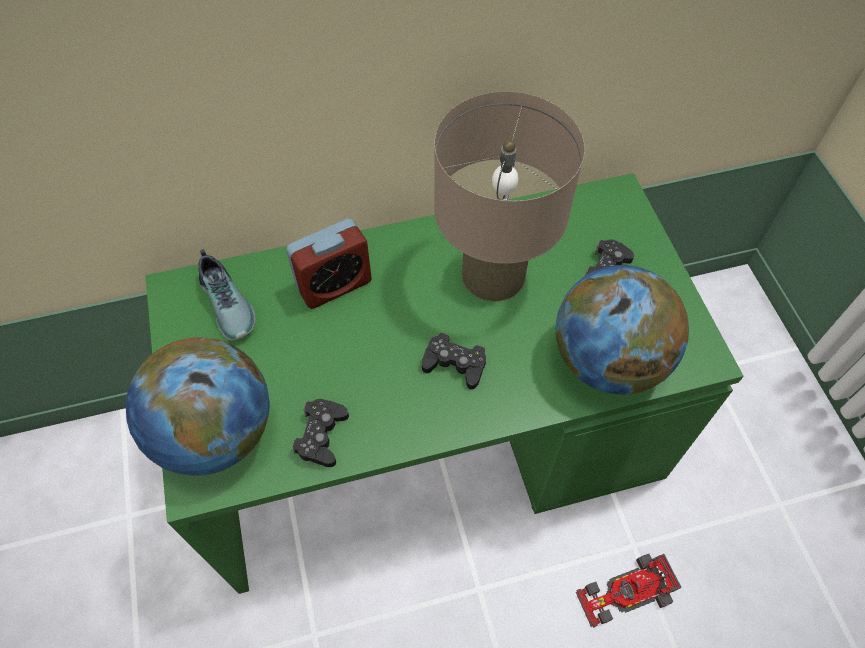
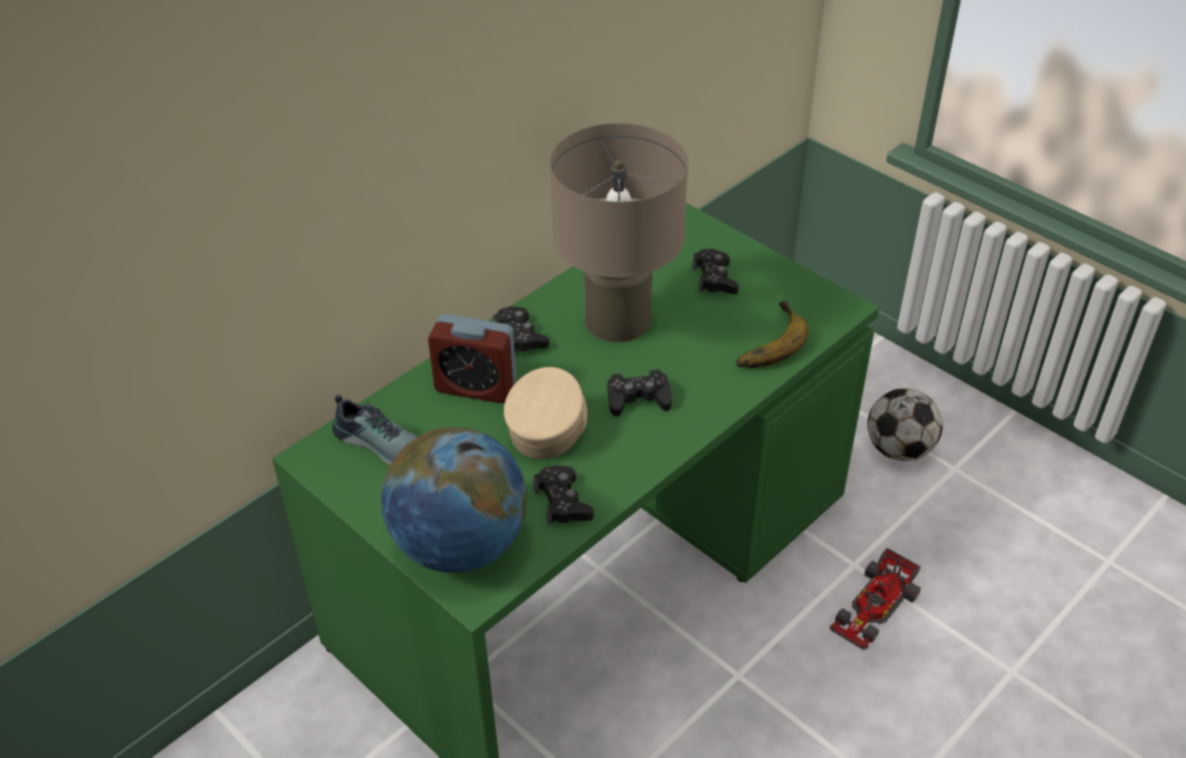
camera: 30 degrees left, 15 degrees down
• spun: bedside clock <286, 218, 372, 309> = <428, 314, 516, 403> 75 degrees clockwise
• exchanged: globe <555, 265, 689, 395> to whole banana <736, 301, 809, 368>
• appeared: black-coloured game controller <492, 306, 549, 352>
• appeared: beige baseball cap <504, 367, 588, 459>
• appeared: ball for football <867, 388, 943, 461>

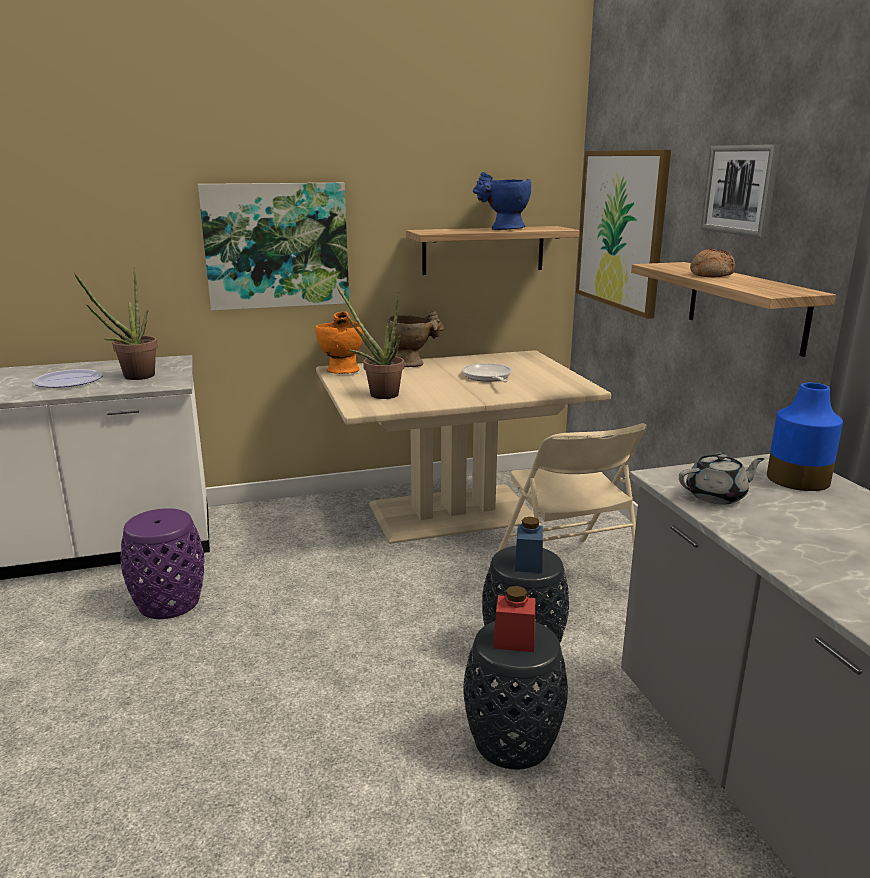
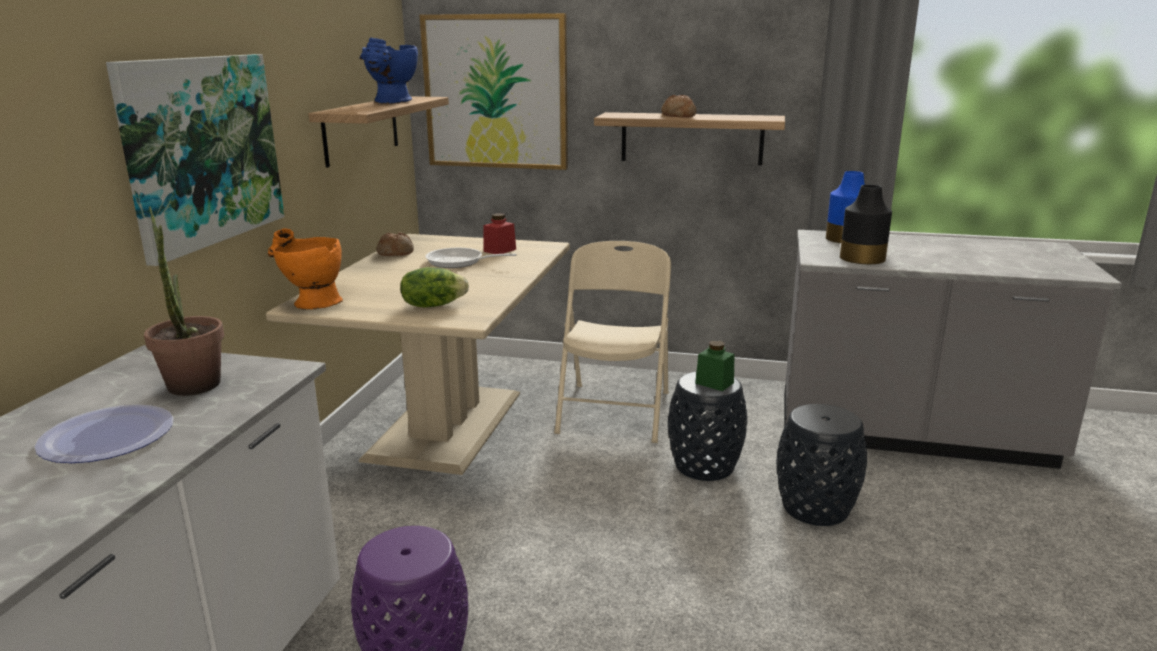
camera: 60 degrees left, 0 degrees up
• exchanged: plant in a pot <336, 286, 404, 399> to lettuce head <400, 267, 469, 308>
• missing: beige flower vase <387, 311, 445, 367>
• relocated: red jar <493, 586, 535, 652> to <483, 213, 516, 254>
• spun: beige upright chair <497, 423, 647, 613> = <554, 241, 671, 443> 90 degrees counterclockwise
• colour: blue-coloured jar <515, 517, 543, 573> to green-coloured jar <695, 340, 734, 391>
• exchanged: grey tea pot <679, 453, 764, 505> to black-coloured flower vase <840, 184, 892, 264>
• missing: picture <701, 144, 780, 238>
• appeared: bread <377, 232, 414, 256>

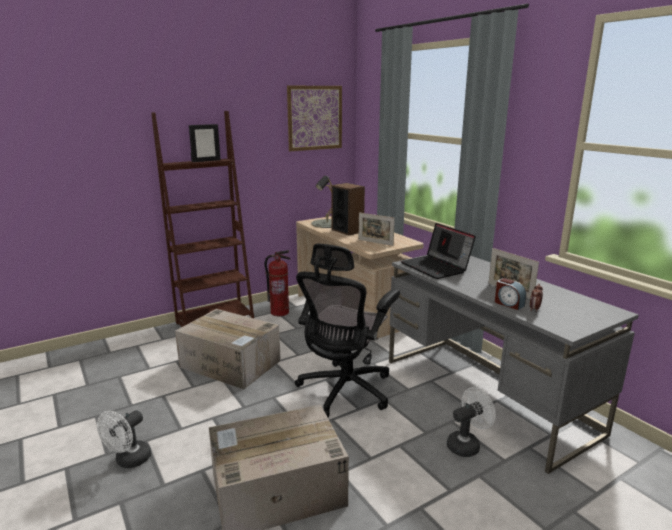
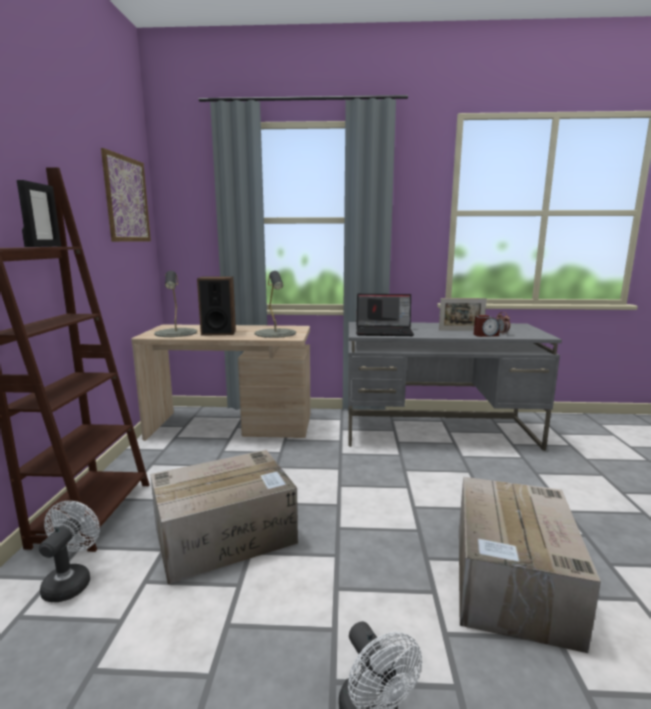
camera: 55 degrees left, 5 degrees down
• missing: fire-fighting cylinder <265, 250, 291, 316>
• missing: office chair <295, 244, 400, 418>
• exchanged: standing frame <359, 212, 395, 246> to grey lamp for a table <255, 271, 296, 338>
• relocated: white electric fan <447, 387, 496, 457> to <39, 501, 100, 602>

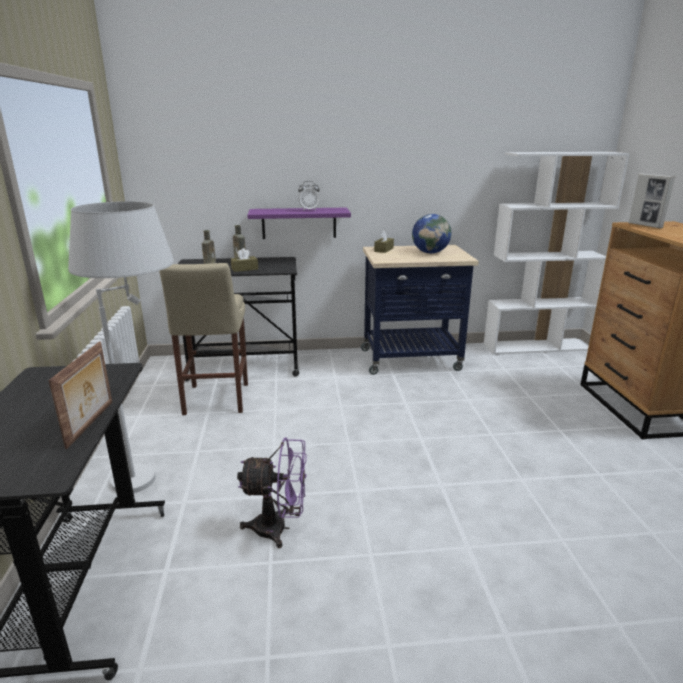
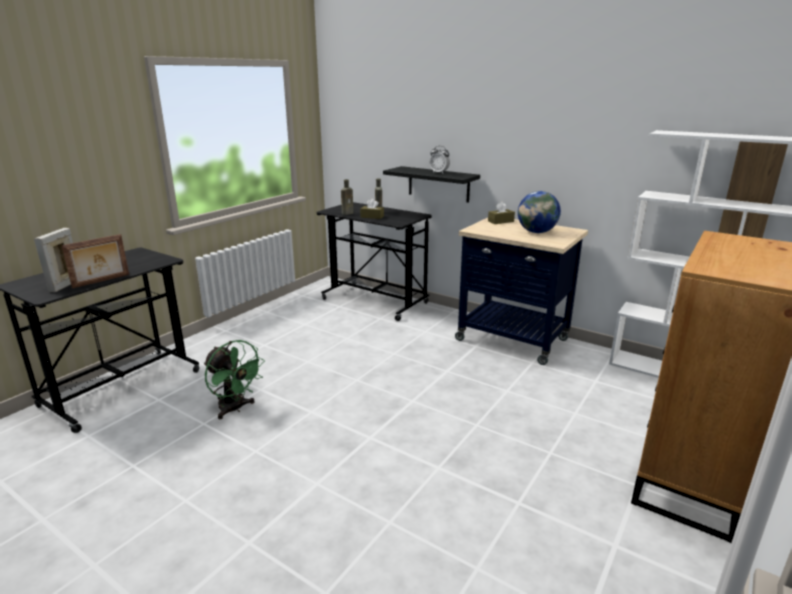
camera: 40 degrees right, 0 degrees up
• missing: white standing lamp <68, 201, 174, 493>
• missing: beige stool seat <159, 263, 248, 415>
• colour: purple electric fan <237, 437, 307, 548> to green-coloured electric fan <204, 340, 265, 419>
• colour: purple wall shelf <247, 208, 351, 239> to black-coloured wall shelf <383, 166, 480, 203>
• relocated: standing frame <628, 173, 675, 228> to <34, 228, 73, 292>

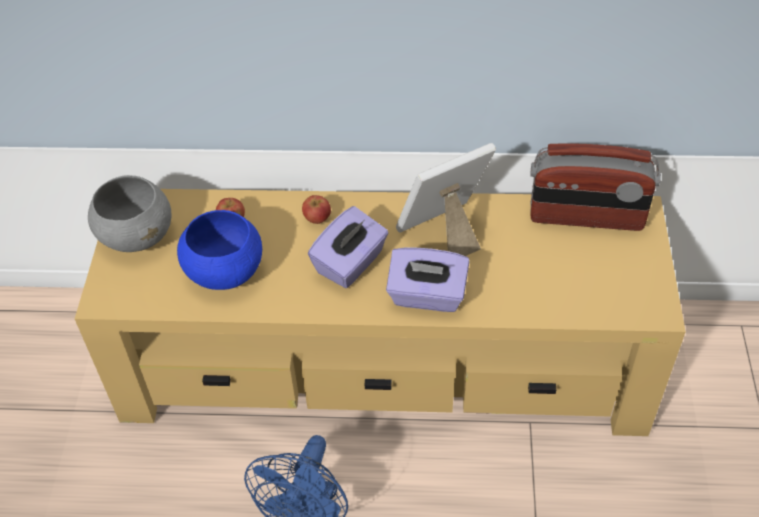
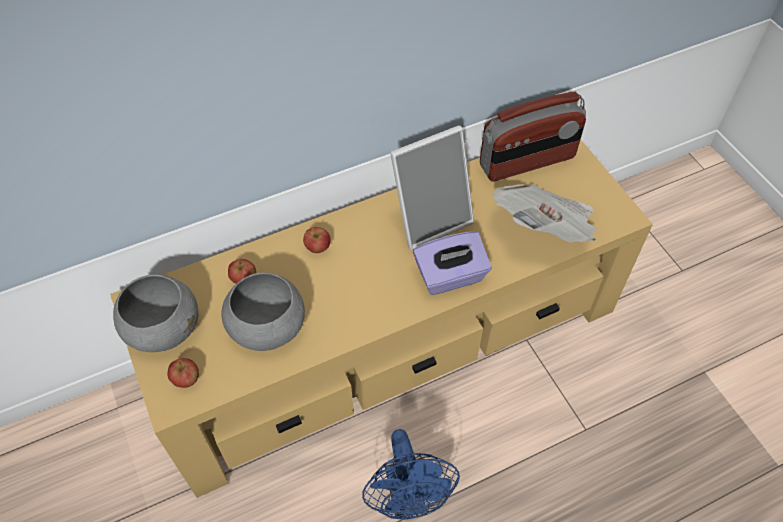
camera: 30 degrees left, 5 degrees up
• colour: blue-coloured serving bowl <177, 210, 262, 290> to grey serving bowl <221, 272, 305, 351>
• missing: purple tissue box <308, 206, 388, 288>
• spun: standing frame <396, 143, 496, 256> = <390, 125, 474, 250> 150 degrees counterclockwise
• appeared: whole apple <167, 358, 199, 388>
• appeared: printed paper <494, 184, 597, 243>

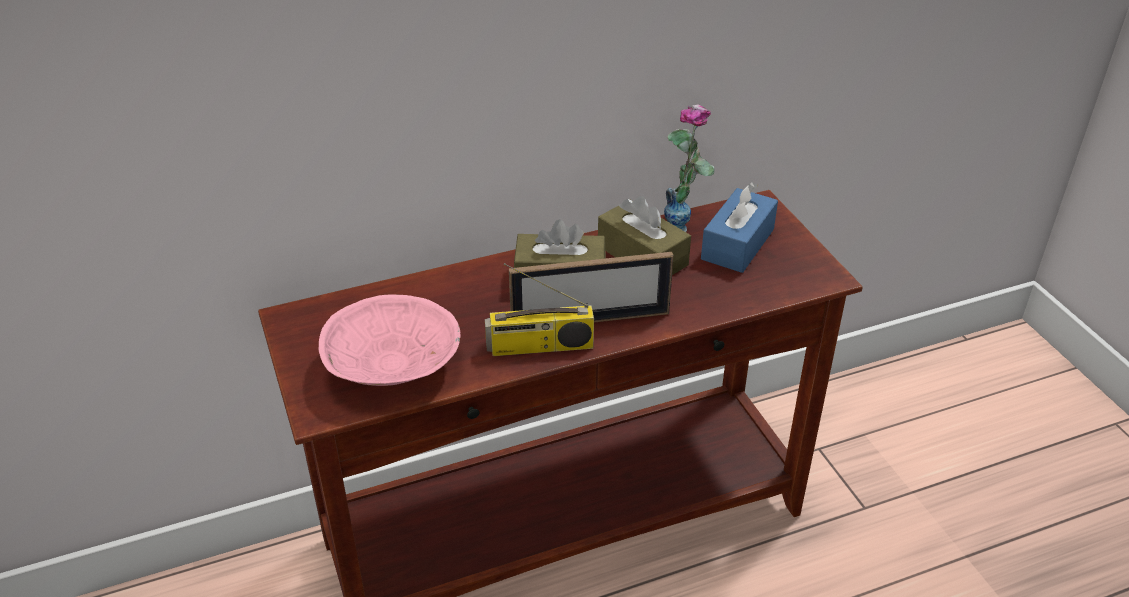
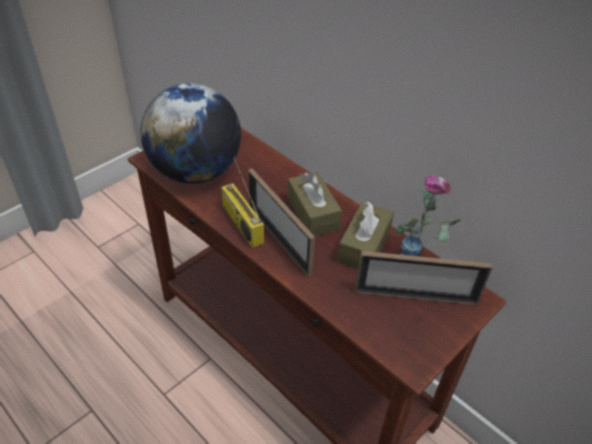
camera: 65 degrees right, 5 degrees up
• exchanged: pink-coloured serving bowl <319, 294, 460, 386> to globe <141, 83, 241, 184>
• exchanged: blue-coloured tissue box <701, 182, 778, 273> to standing frame <355, 251, 493, 305>

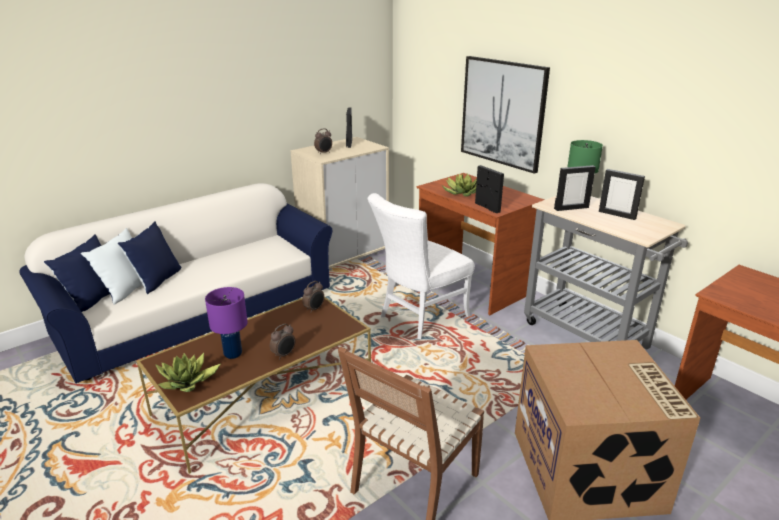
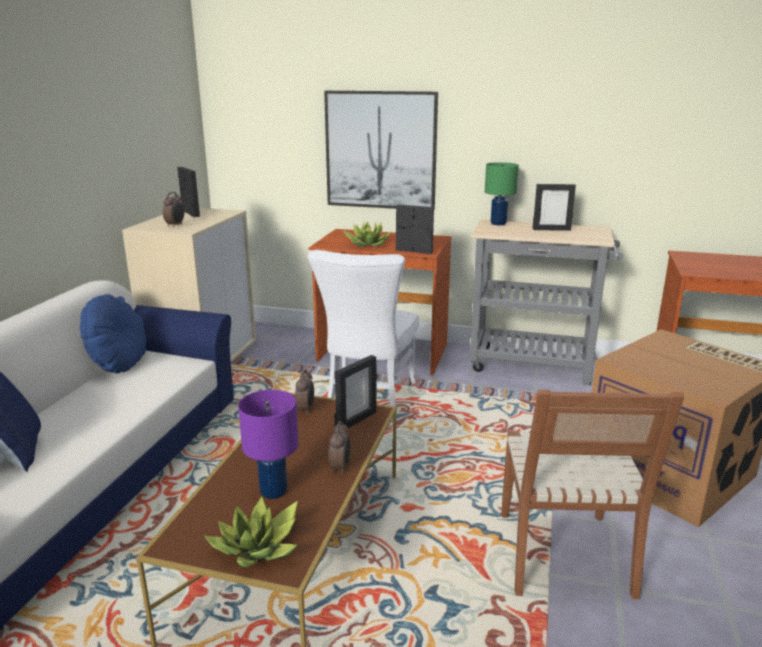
camera: 35 degrees left, 5 degrees down
• relocated: standing frame <554, 165, 596, 211> to <334, 355, 377, 428>
• appeared: blue-coloured throw pillow <80, 294, 146, 373>

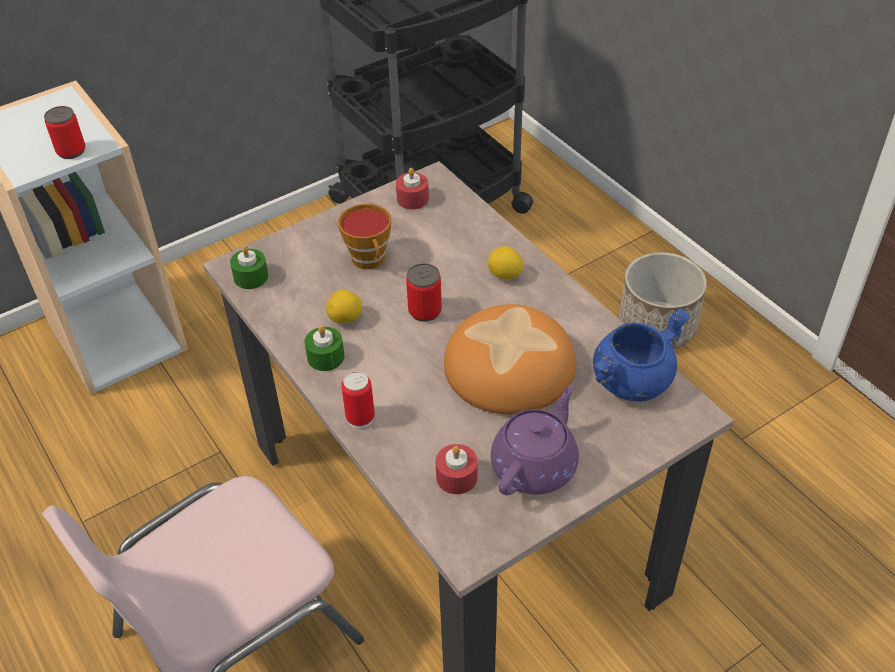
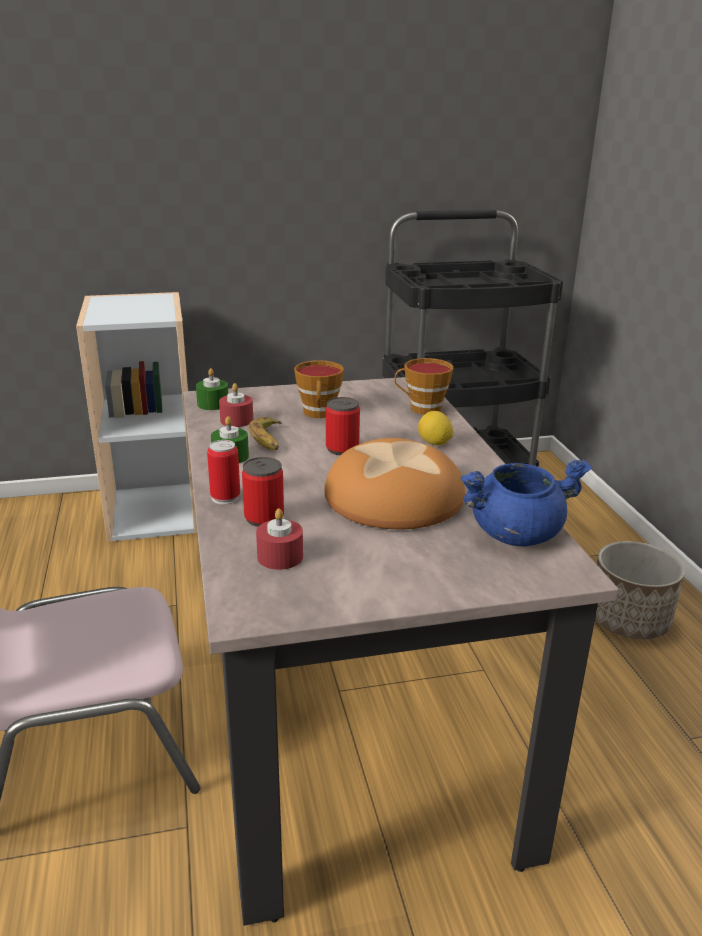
camera: 20 degrees right, 20 degrees down
• relocated: sealed can <44, 106, 85, 159> to <242, 457, 284, 527>
• exchanged: whole lemon <326, 290, 362, 324> to whole banana <249, 417, 282, 450>
• relocated: red wax candle <396, 168, 429, 209> to <219, 383, 253, 427>
• missing: purple tea pot <491, 385, 579, 495>
• appeared: drinking cup <394, 358, 454, 415>

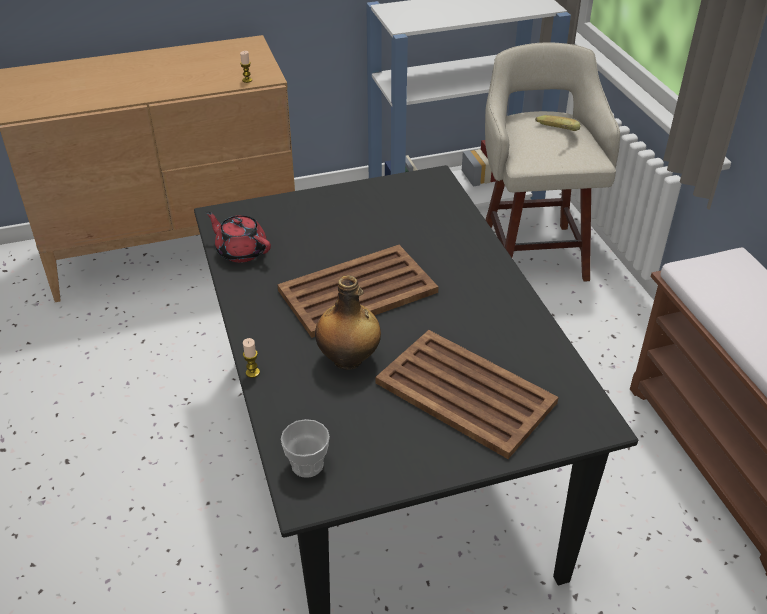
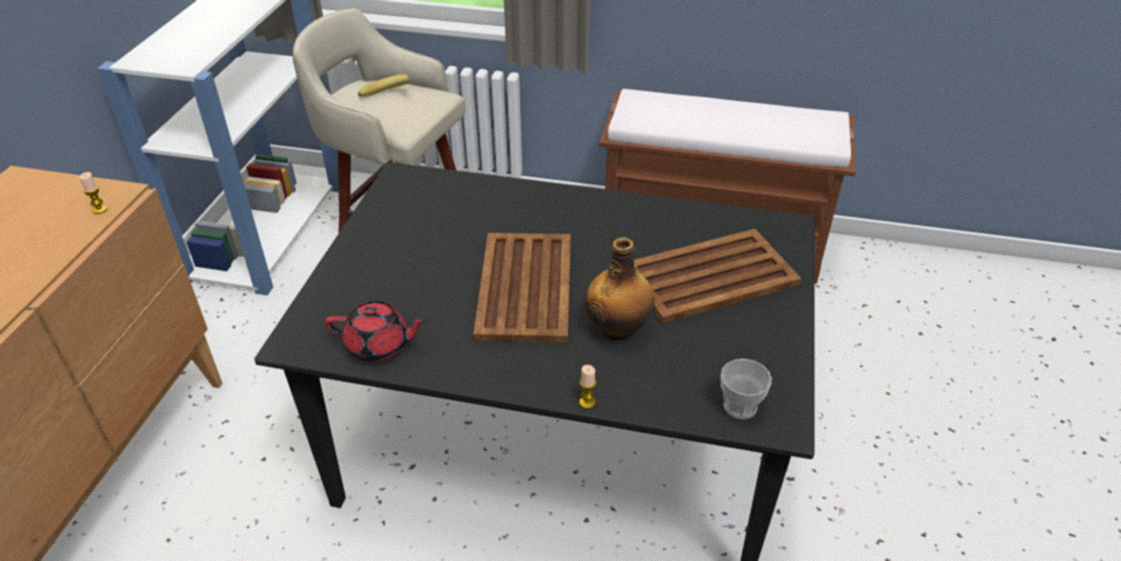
camera: 60 degrees left, 0 degrees up
• spun: red tea pot <206, 211, 271, 262> = <325, 301, 428, 362> 150 degrees counterclockwise

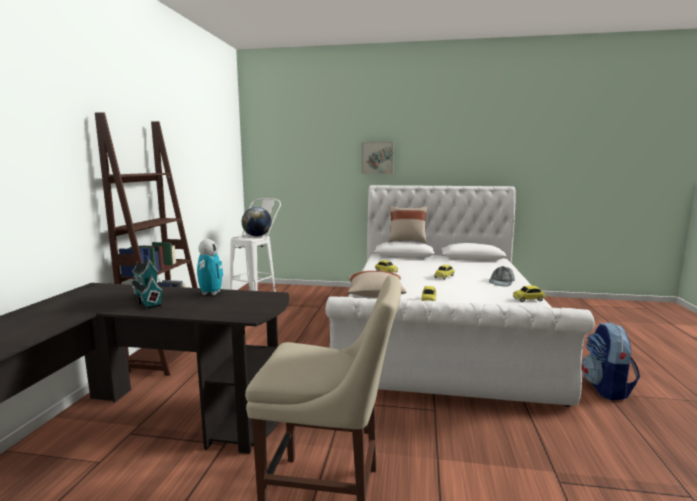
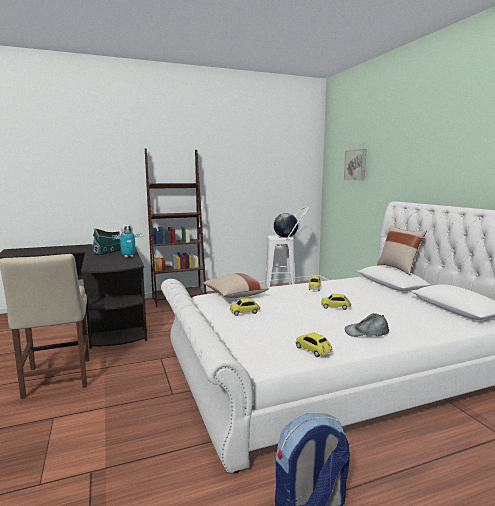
camera: 60 degrees right, 0 degrees up
• relocated: picture <362, 142, 394, 174> to <344, 149, 367, 180>

